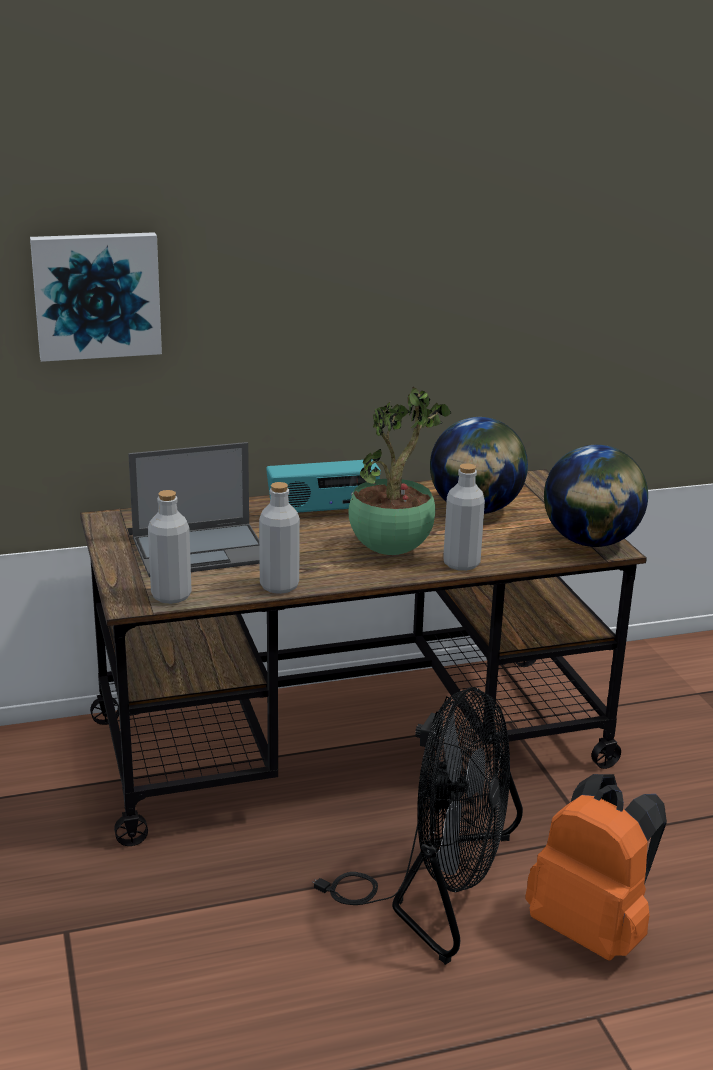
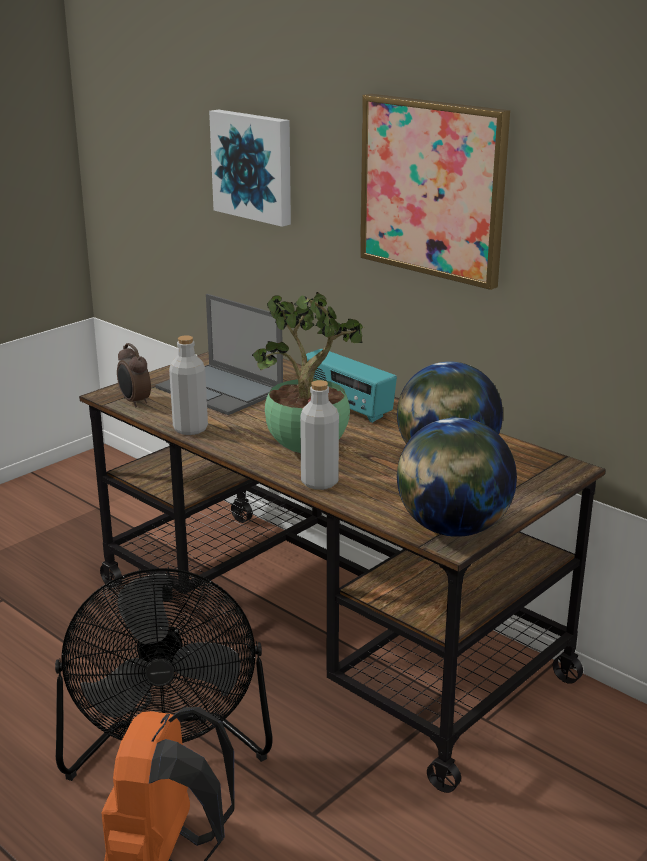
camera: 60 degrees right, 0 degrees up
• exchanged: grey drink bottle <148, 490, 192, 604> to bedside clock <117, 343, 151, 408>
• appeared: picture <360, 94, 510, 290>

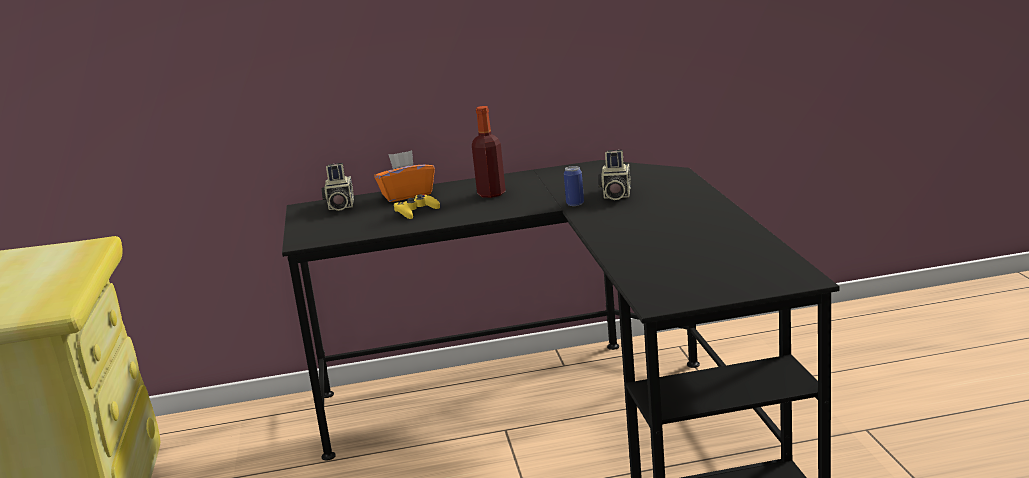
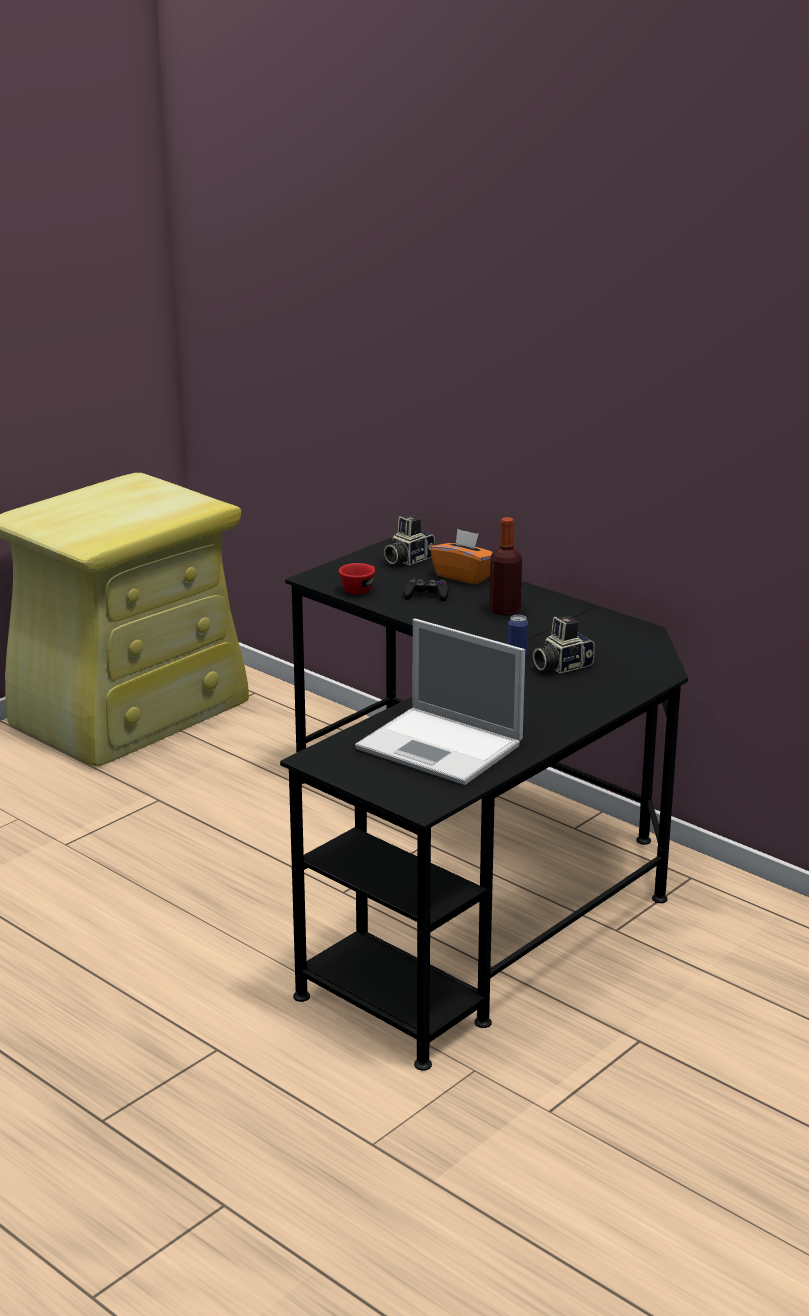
camera: 50 degrees right, 5 degrees up
• colour: yellow-coloured game controller <393, 194, 440, 219> to black-coloured game controller <404, 578, 449, 601>
• appeared: red drinking cup <339, 563, 375, 595>
• appeared: notebook computer <355, 619, 525, 785>

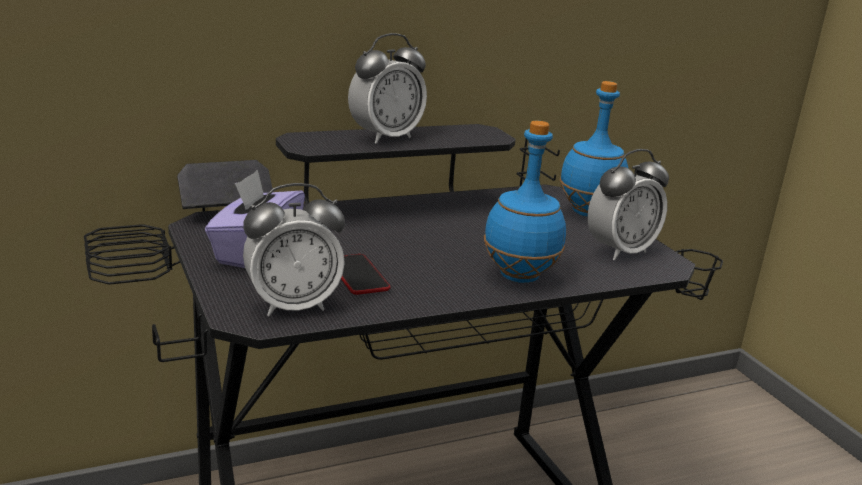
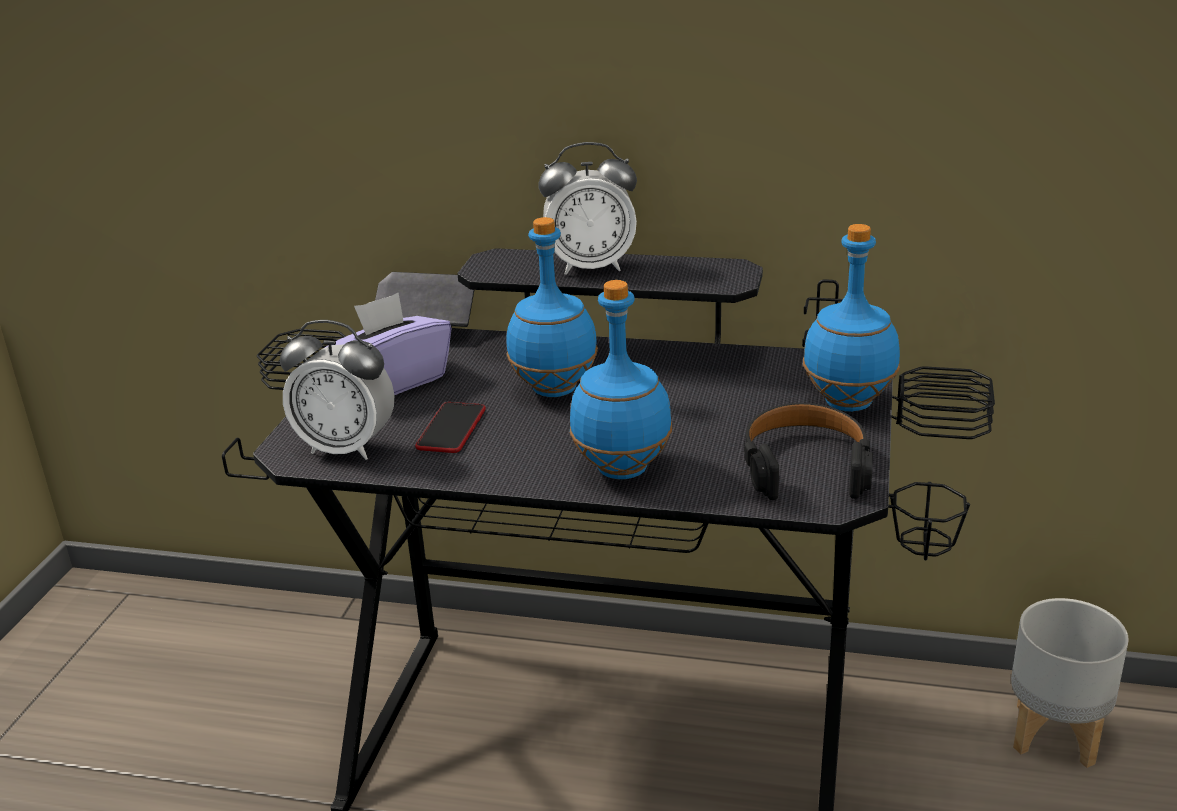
camera: 40 degrees right, 5 degrees up
• exchanged: bedside clock <588, 149, 669, 260> to black-coloured headset <744, 403, 873, 500>
• appeared: blue-coloured drink bottle <506, 217, 598, 397>
• appeared: grey planter <1011, 598, 1129, 768>

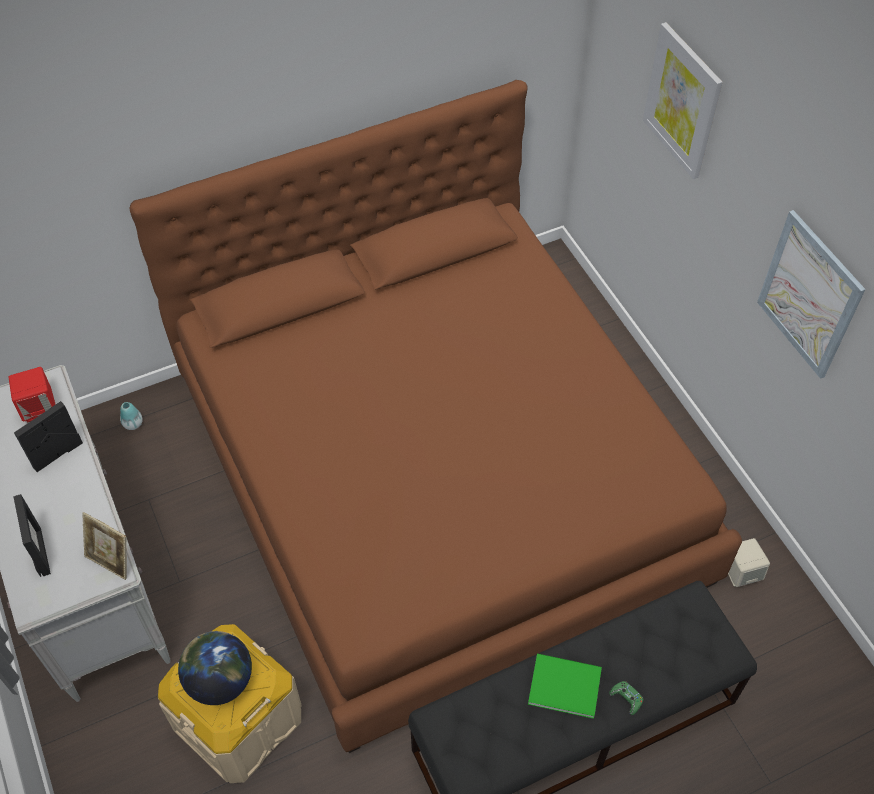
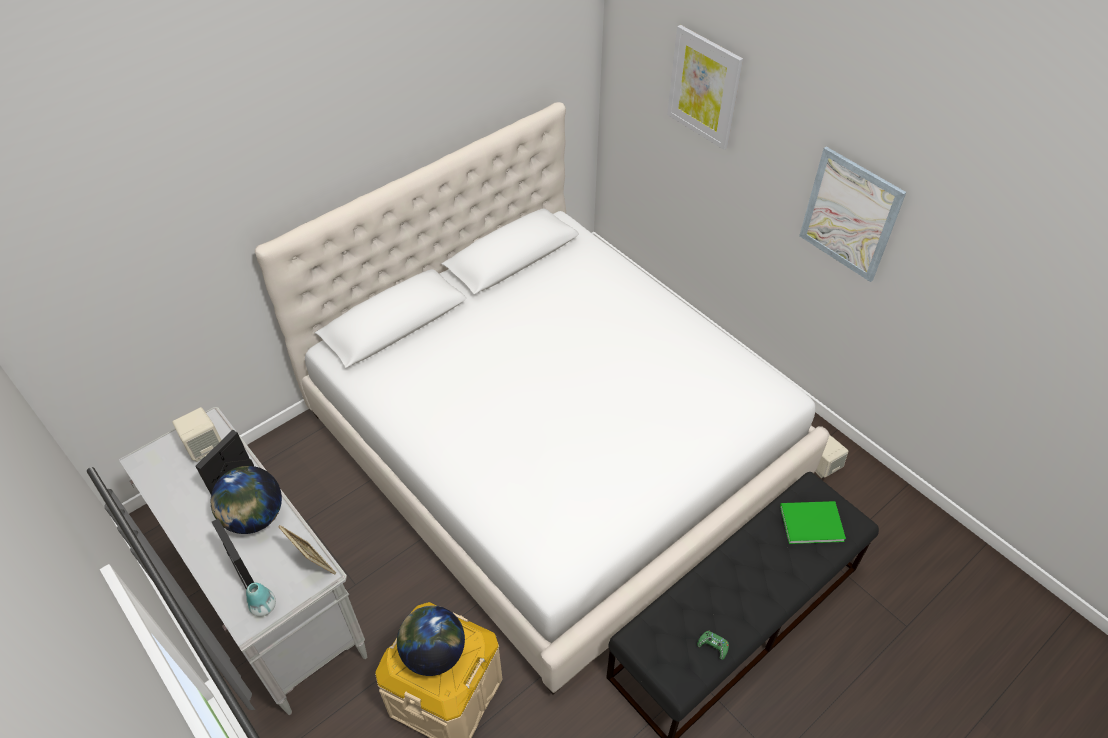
camera: 15 degrees left, 5 degrees down
• colour: red speaker <9, 367, 56, 422> to beige speaker <172, 407, 221, 462>
• spun: standing frame <82, 512, 127, 580> = <278, 525, 336, 574> 150 degrees counterclockwise
• relocated: flower vase <120, 402, 143, 430> to <246, 583, 276, 616>
• colour: brown-coloured bed <129, 80, 742, 753> to white bed <255, 102, 830, 695>
• relocated: green-coloured bound book <528, 653, 602, 719> to <780, 501, 846, 544>
• relocated: green-coloured game controller <609, 681, 643, 715> to <697, 631, 729, 660>
• appeared: globe <210, 466, 282, 534>

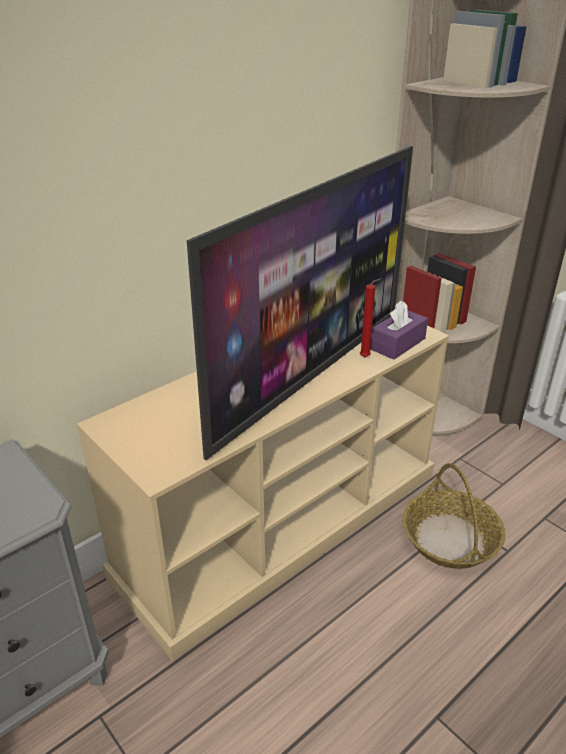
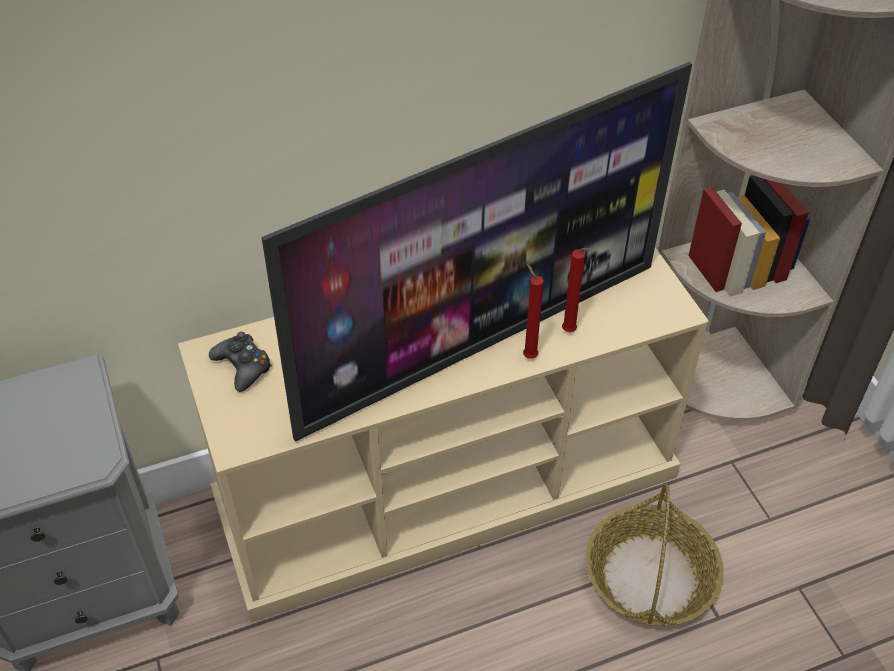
camera: 20 degrees right, 15 degrees up
• missing: purple tissue box <370, 300, 428, 360>
• appeared: black-coloured game controller <209, 332, 272, 392>
• appeared: red wax candle <523, 264, 544, 359>

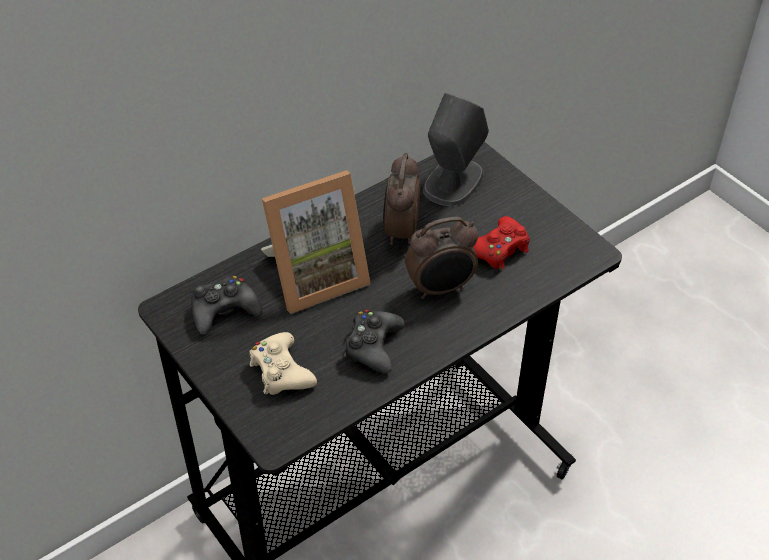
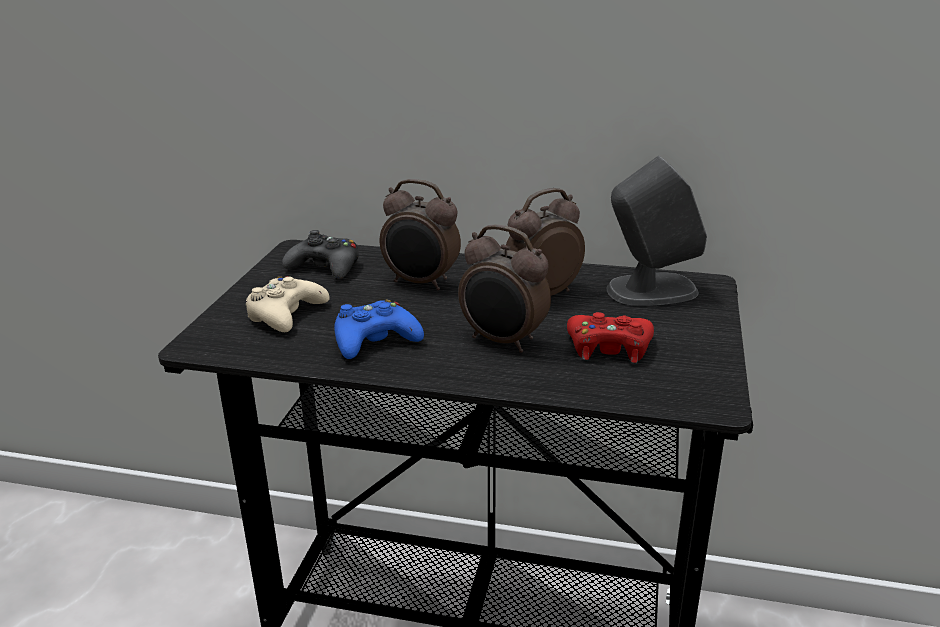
camera: 50 degrees right, 20 degrees down
• exchanged: standing frame <261, 170, 371, 314> to bedside clock <380, 179, 461, 290>
• colour: black-coloured game controller <344, 310, 405, 374> to blue-coloured game controller <334, 299, 424, 359>

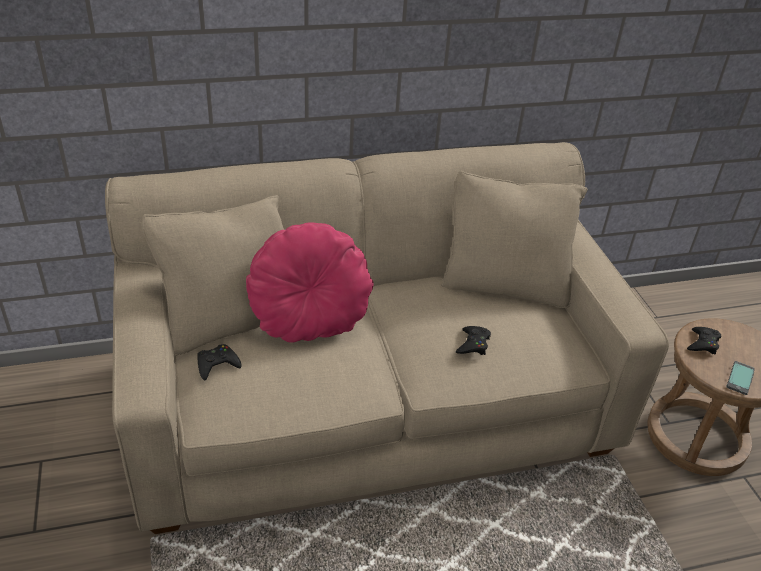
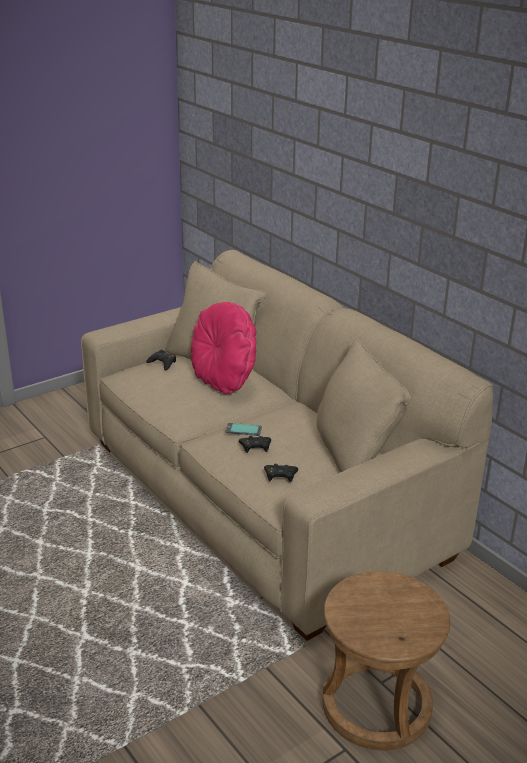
camera: 70 degrees right, 10 degrees down
• relocated: black-coloured game controller <687, 327, 721, 354> to <264, 464, 298, 482>
• relocated: handset <726, 361, 755, 395> to <226, 423, 262, 436>

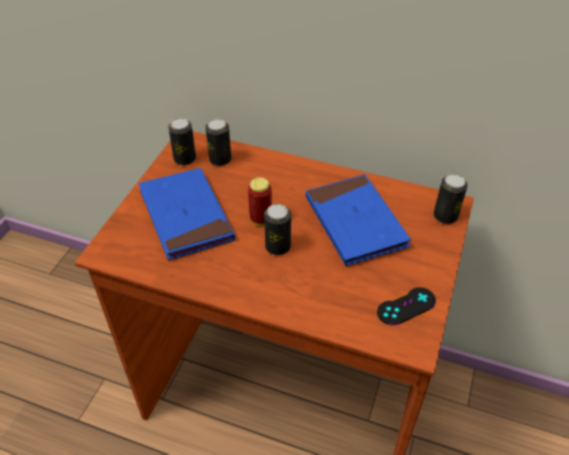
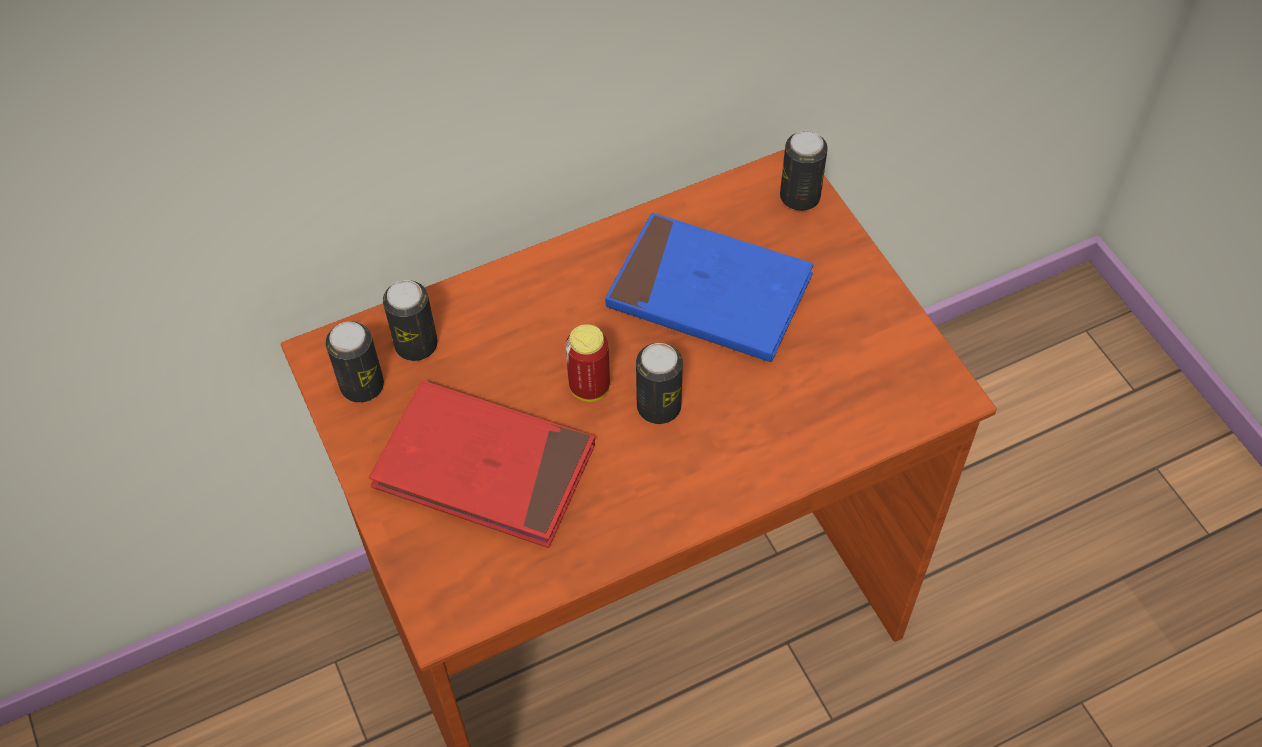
camera: 45 degrees left, 10 degrees up
• colour: blue-coloured bound book <139, 168, 235, 260> to red bound book <369, 381, 595, 548>
• missing: black-coloured game controller <377, 287, 436, 325>

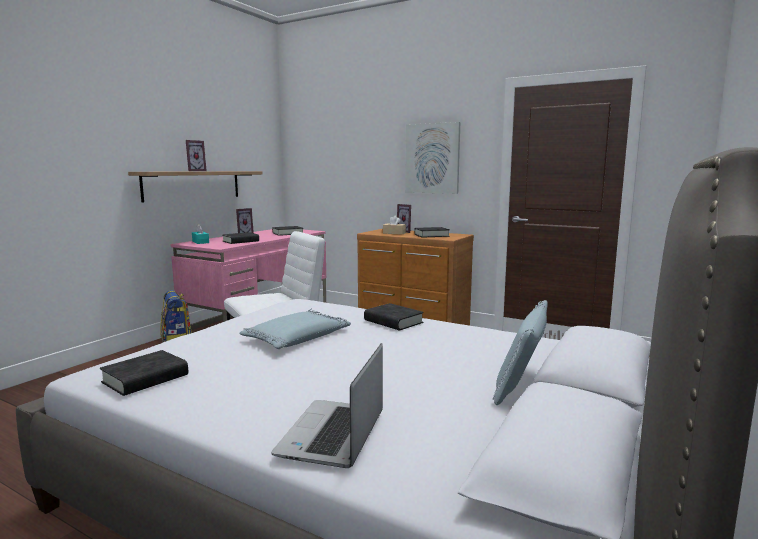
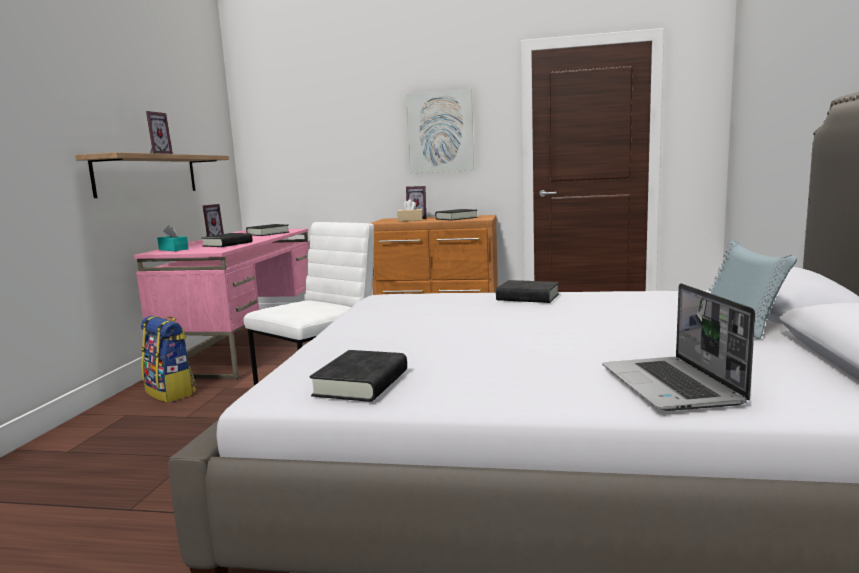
camera: 20 degrees left, 0 degrees up
• missing: blue-coloured throw pillow <239, 308, 351, 349>

